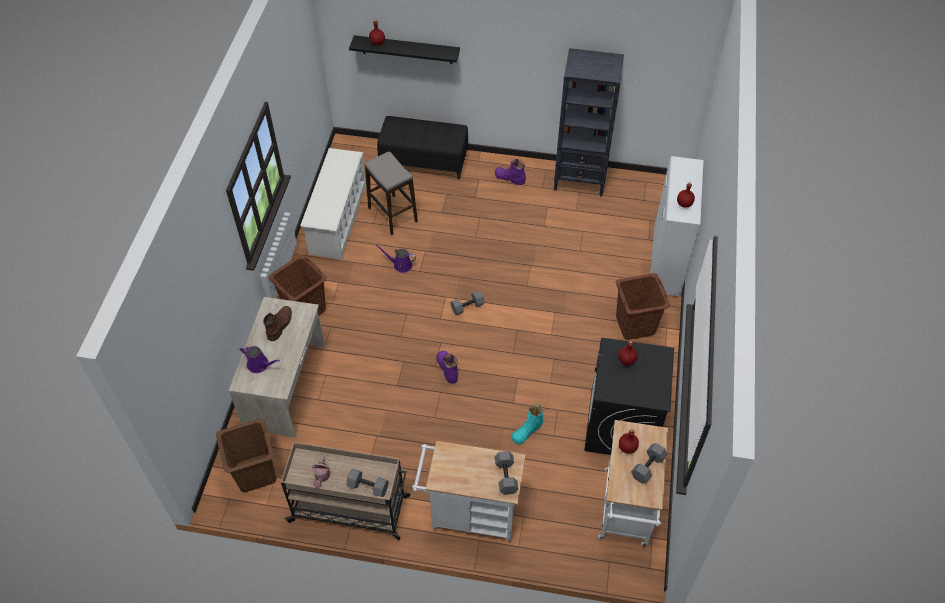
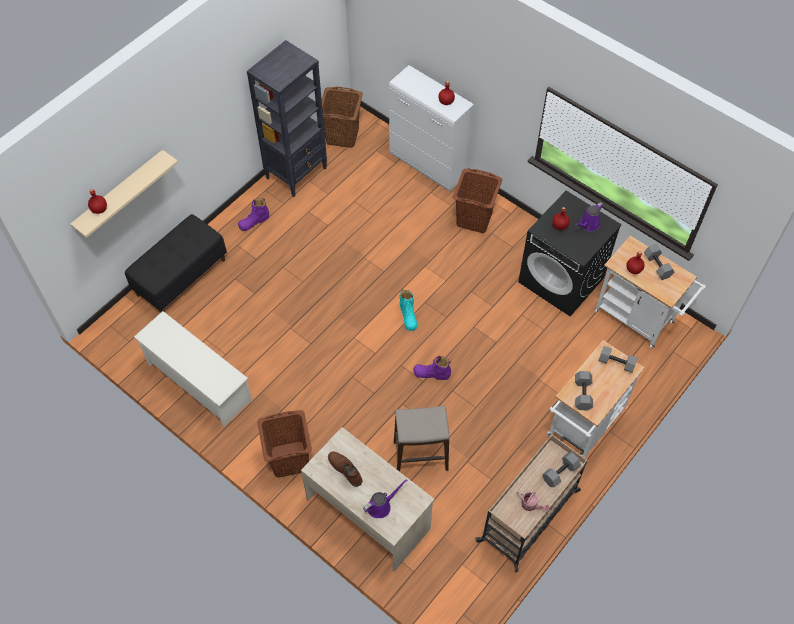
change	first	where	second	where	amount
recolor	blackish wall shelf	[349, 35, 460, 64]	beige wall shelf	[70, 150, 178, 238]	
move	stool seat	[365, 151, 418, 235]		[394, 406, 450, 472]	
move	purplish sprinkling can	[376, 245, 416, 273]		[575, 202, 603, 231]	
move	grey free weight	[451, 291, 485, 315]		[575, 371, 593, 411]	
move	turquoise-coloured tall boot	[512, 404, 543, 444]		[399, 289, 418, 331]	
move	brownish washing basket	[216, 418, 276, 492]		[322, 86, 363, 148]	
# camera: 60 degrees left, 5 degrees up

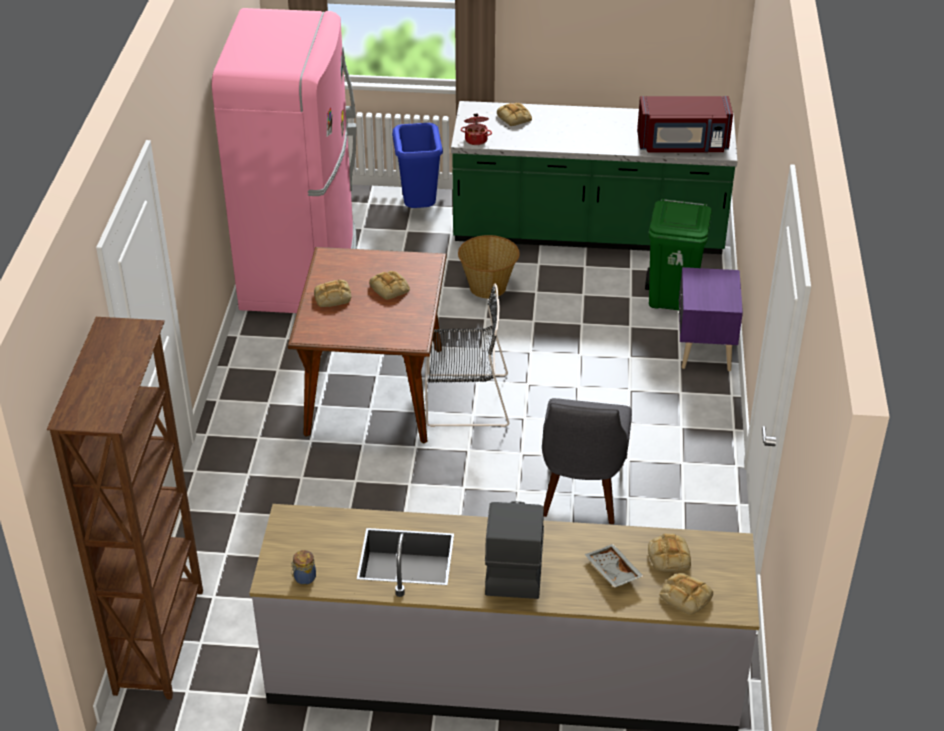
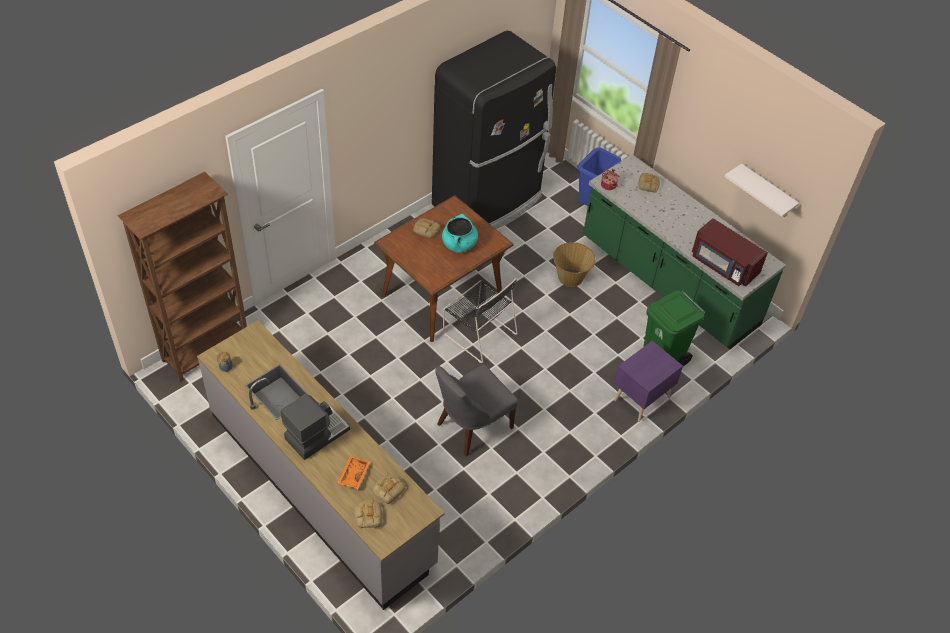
change	first	where	second	where	amount
recolor	pinkish kitchen fridge	[212, 8, 357, 313]	blackish kitchen fridge	[432, 31, 556, 229]	
replace	bakery bread	[369, 271, 410, 300]	turquoise-coloured stockpot	[442, 214, 478, 253]	
recolor	grey carrying tray	[584, 544, 643, 588]	orange-coloured carrying tray	[338, 456, 370, 489]	
insert			white wall shelf	[724, 164, 799, 217]	
# camera: 40 degrees right, 10 degrees up

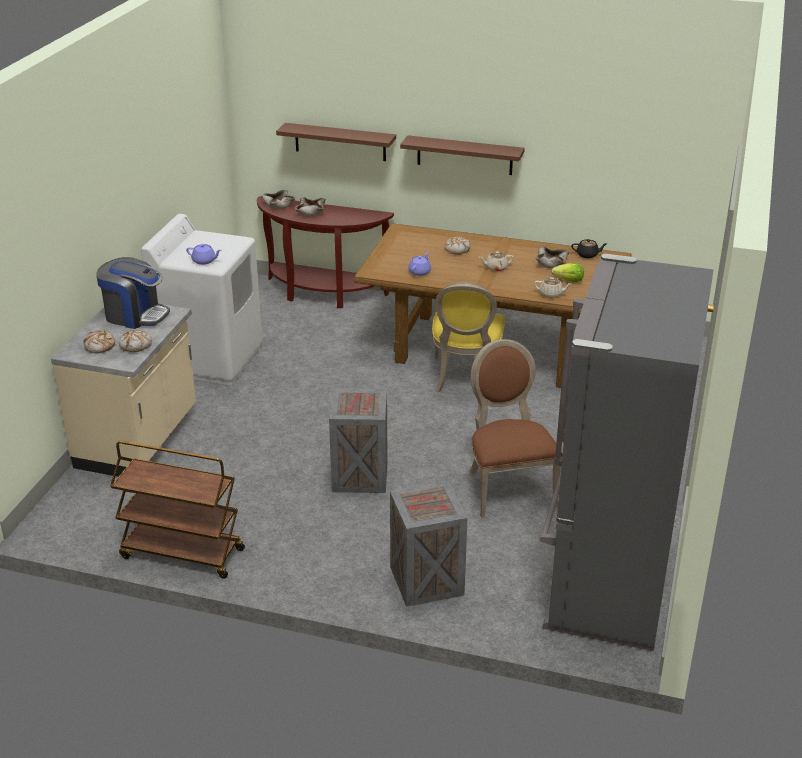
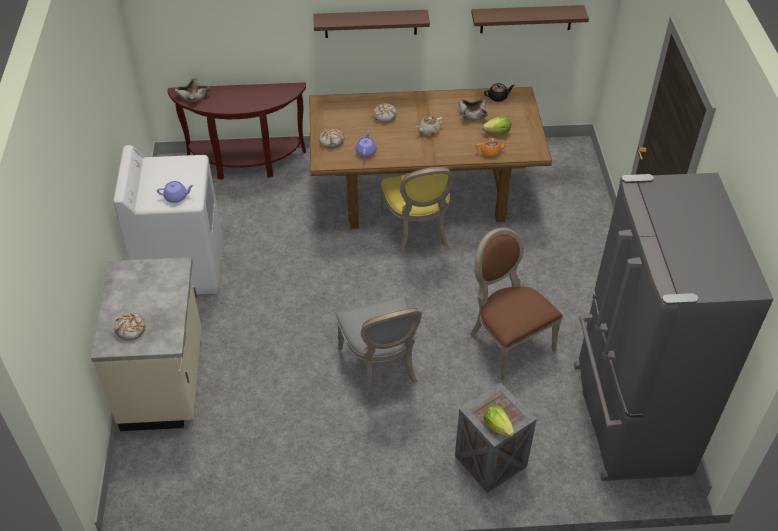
change	first	where	second	where	amount
move	brownish wall shelf	[276, 123, 396, 161]		[471, 5, 589, 33]	
delete	beige serving bowl	[295, 197, 326, 217]			
delete	coffee machine	[96, 257, 170, 329]			
recolor	beige pot for tea	[534, 277, 572, 298]	orange-coloured pot for tea	[476, 137, 509, 157]	
move	bakery bread	[119, 330, 152, 352]		[319, 128, 345, 148]	
replace	crate	[329, 389, 388, 493]	grey chair	[336, 297, 422, 396]	
delete	brownish cart	[110, 441, 245, 579]			
insert			lettuce head	[484, 405, 514, 437]	
# camera: 20 degrees left, 15 degrees up

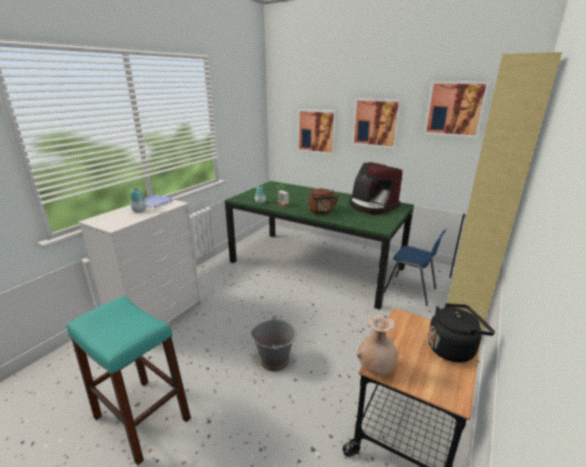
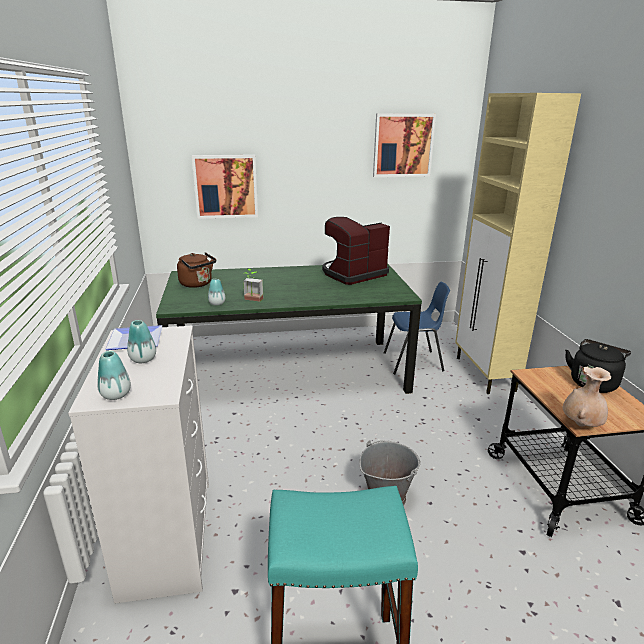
change	first	where	second	where	amount
delete	wall picture	[352, 98, 402, 149]			
rotate	coffee machine	[349, 162, 403, 214]		[322, 217, 390, 285]	135 degrees clockwise
move	brownish kettle	[309, 188, 339, 214]		[177, 252, 216, 288]	
insert			vase	[97, 351, 131, 400]	
# camera: 40 degrees left, 0 degrees up

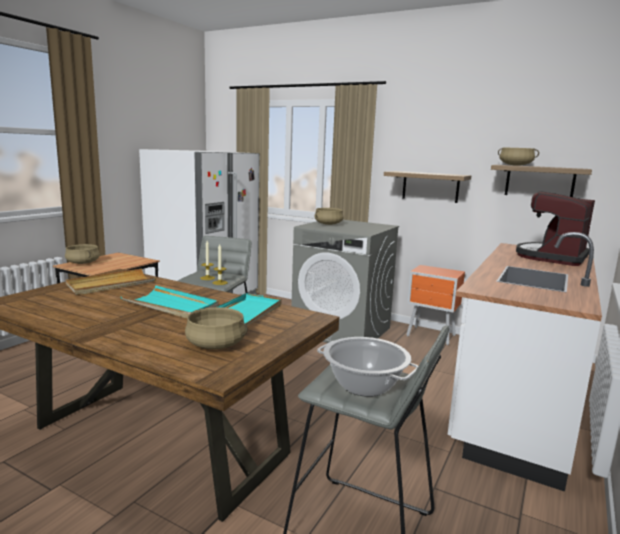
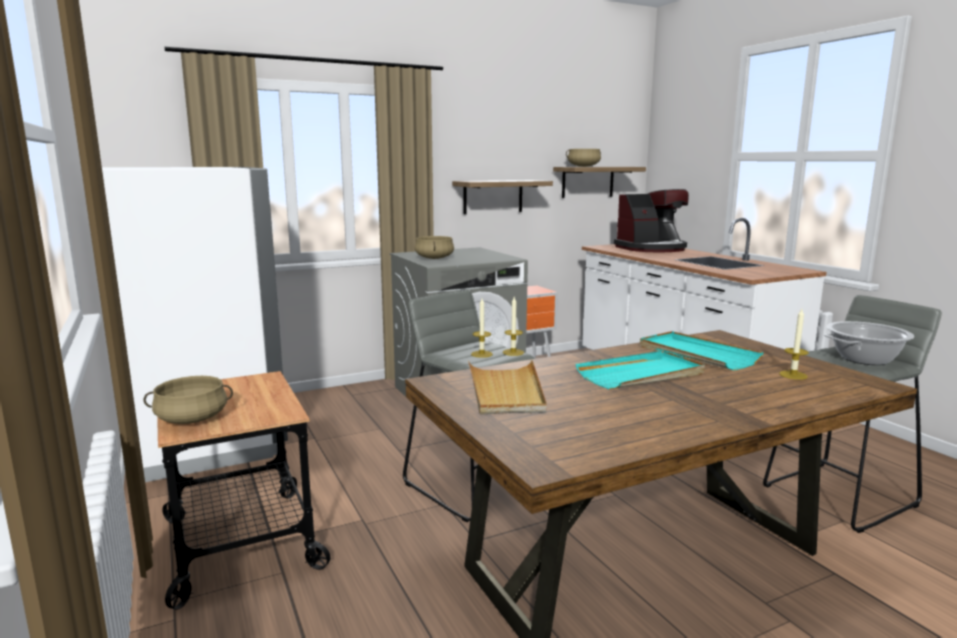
change	first	where	second	where	amount
rotate	coffee machine	[516, 191, 595, 266]		[614, 189, 689, 252]	90 degrees counterclockwise
replace	beige stockpot	[185, 307, 248, 349]	wax candle	[779, 309, 809, 380]	
# camera: 55 degrees left, 0 degrees up

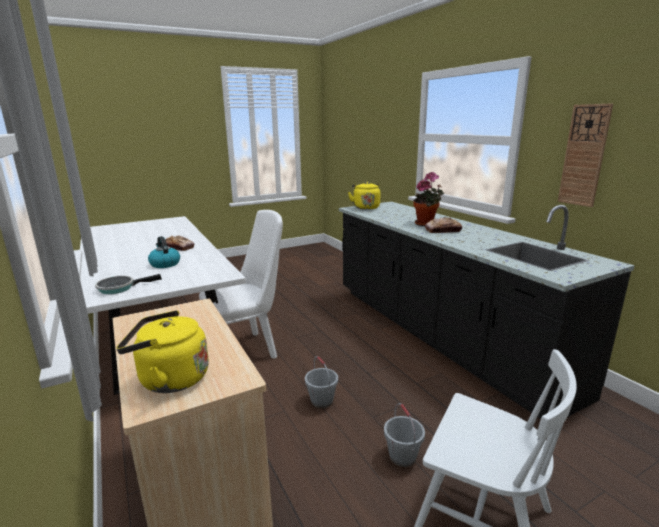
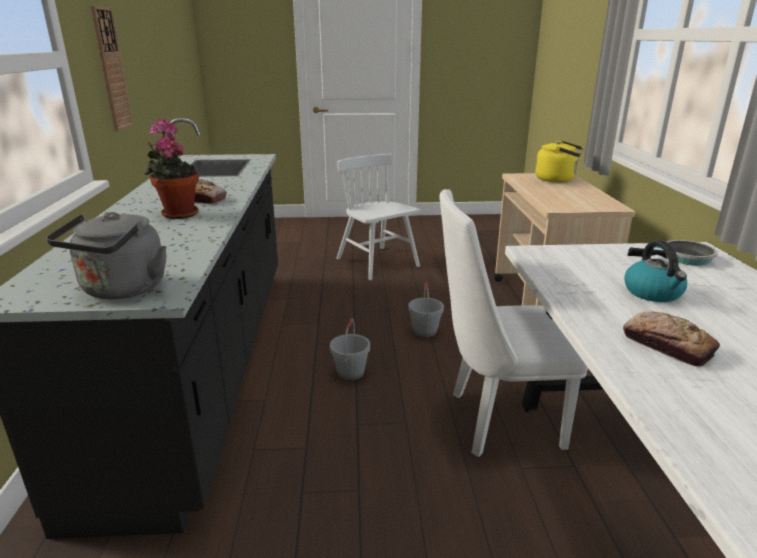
change	first	where	second	where	amount
recolor	yellow-coloured kettle	[348, 182, 380, 210]	grey kettle	[46, 212, 167, 299]	
move	grey bucket	[384, 403, 425, 467]		[330, 318, 370, 381]	
# camera: 155 degrees left, 5 degrees up

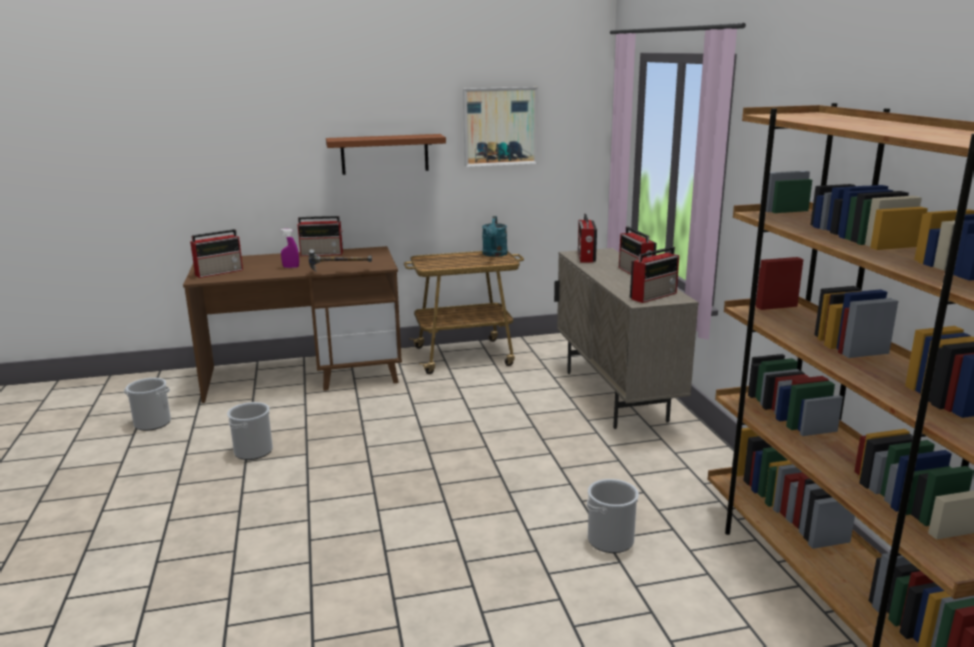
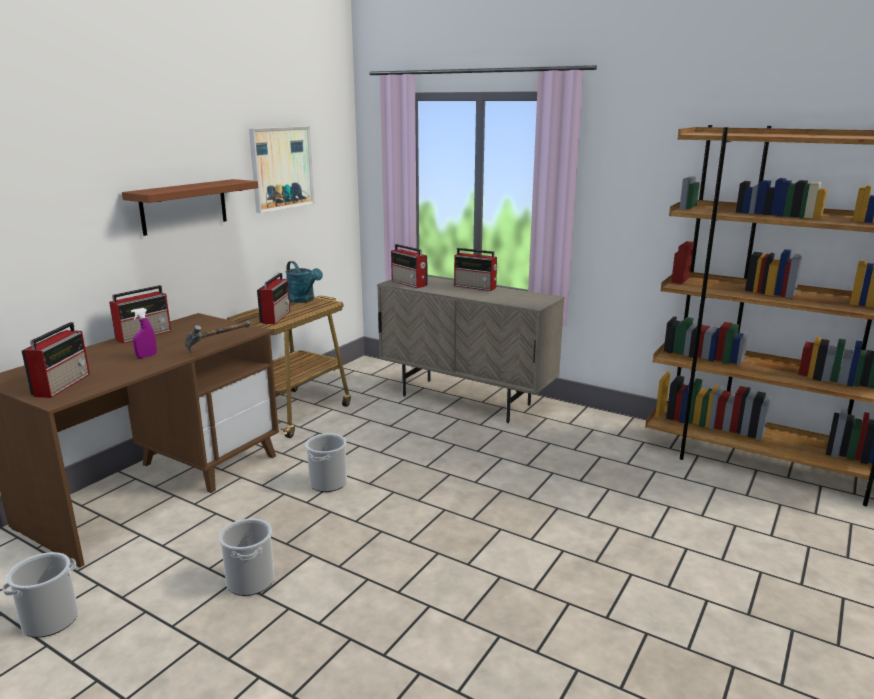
change	first	where	second	where	amount
move	radio set	[630, 247, 679, 303]		[257, 273, 290, 324]	
move	bucket	[587, 479, 639, 553]		[305, 434, 347, 492]	
# camera: 45 degrees left, 0 degrees up

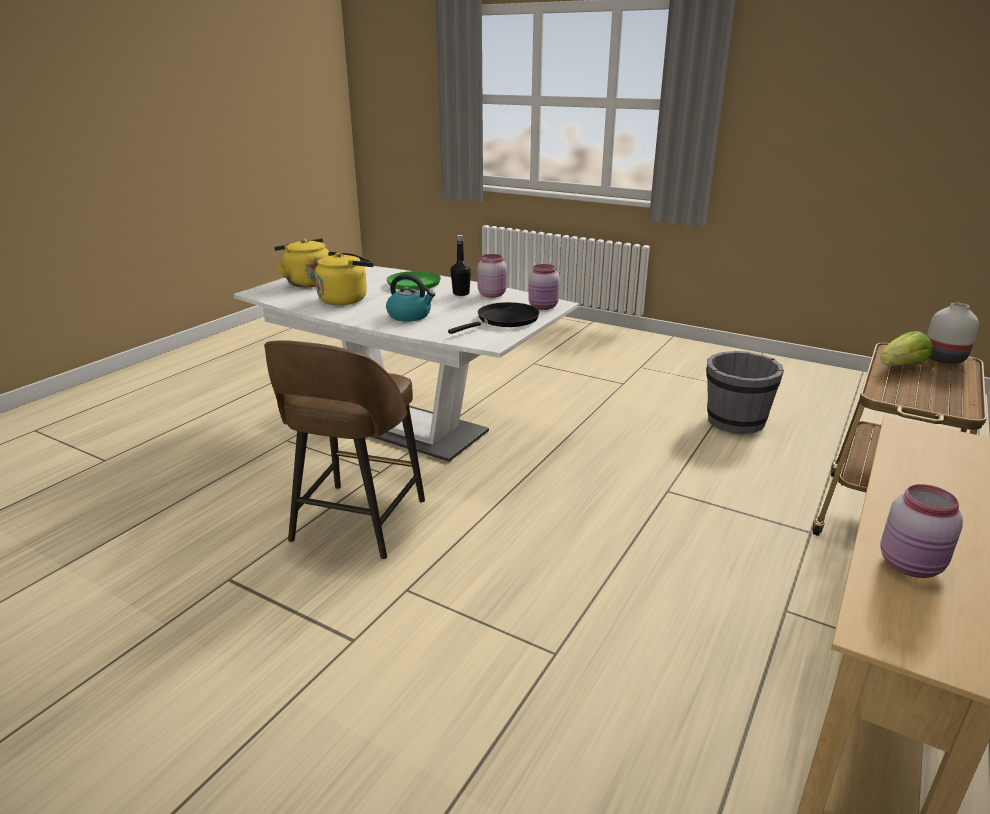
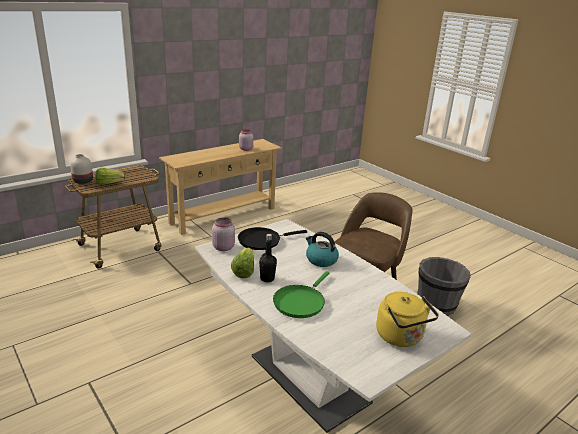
change	first	where	second	where	amount
delete	yellow-coloured kettle	[315, 252, 374, 305]			
replace	pinkish jar	[477, 254, 507, 298]	lettuce head	[231, 247, 254, 278]	
move	grey bucket	[706, 351, 784, 434]		[417, 257, 471, 316]	
# camera: 160 degrees left, 0 degrees up

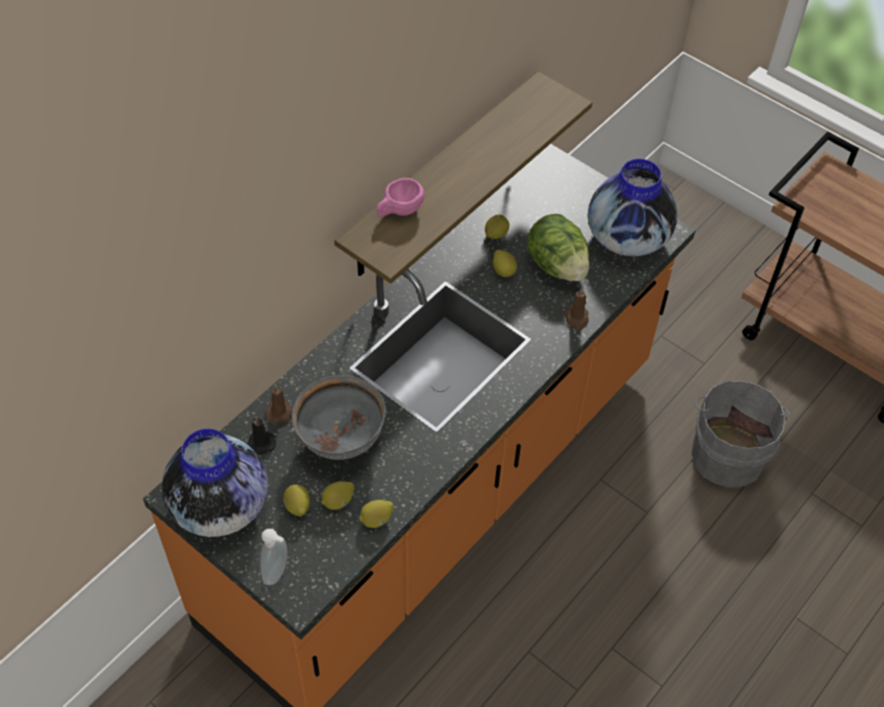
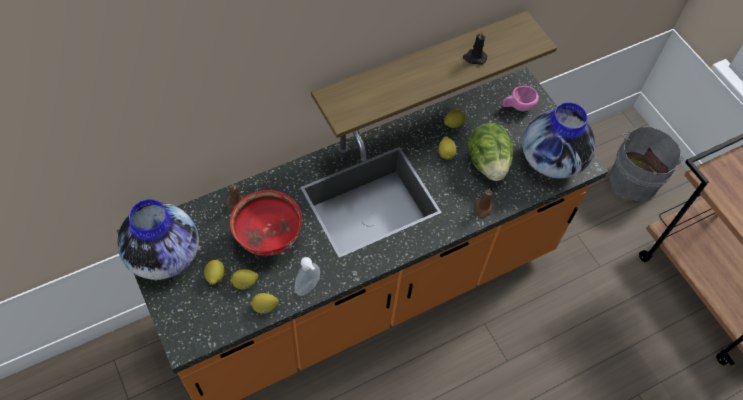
change	first	where	second	where	amount
move	pinkish cup	[377, 178, 424, 217]		[502, 86, 539, 111]	
recolor	grey serving bowl	[292, 375, 386, 460]	red serving bowl	[230, 190, 302, 256]	
move	grey bucket	[692, 381, 790, 487]		[609, 127, 684, 201]	
move	blackish wax candle	[247, 416, 276, 455]		[463, 31, 487, 65]	
move	soap dispenser	[260, 529, 287, 585]		[295, 257, 320, 296]	
# camera: 20 degrees right, 5 degrees up

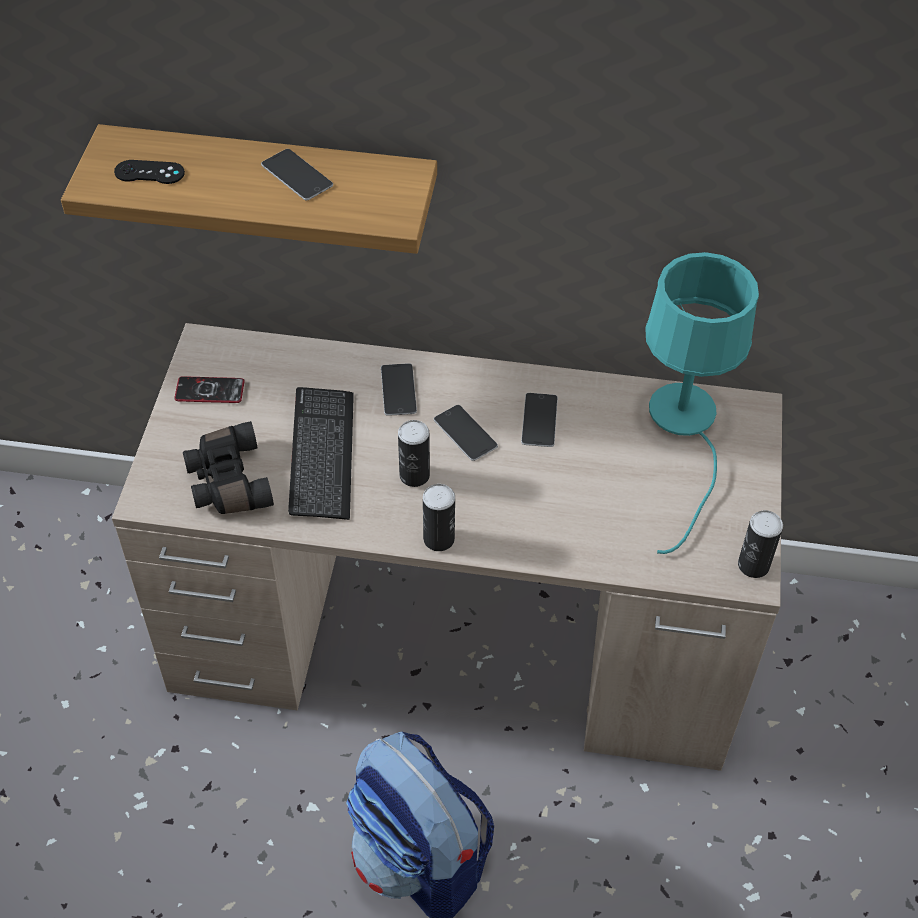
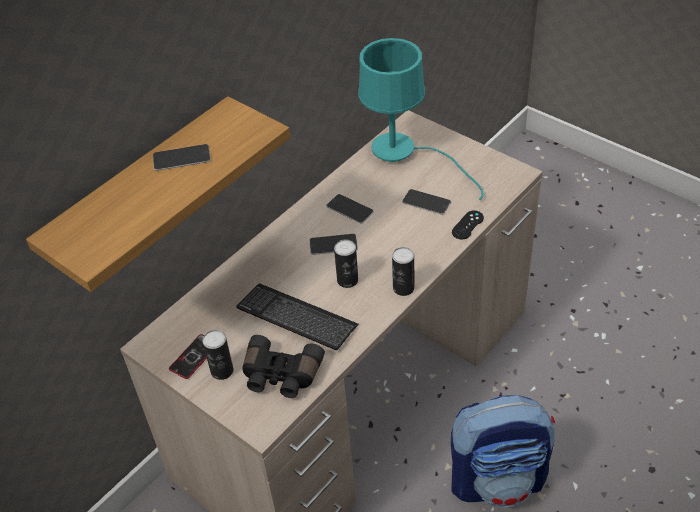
change	first	where	second	where	amount
move	blackish game controller	[114, 160, 185, 184]		[452, 210, 484, 239]	
move	telephone	[381, 363, 417, 416]		[402, 189, 451, 215]	
move	sealed can	[738, 510, 783, 578]		[202, 330, 234, 380]	
# camera: 55 degrees left, 5 degrees down

